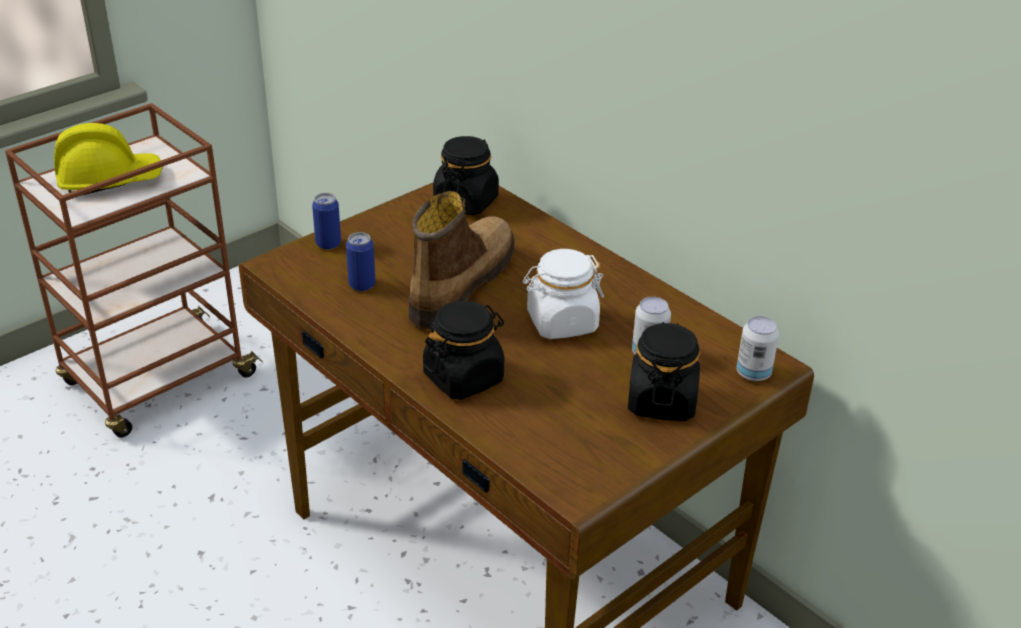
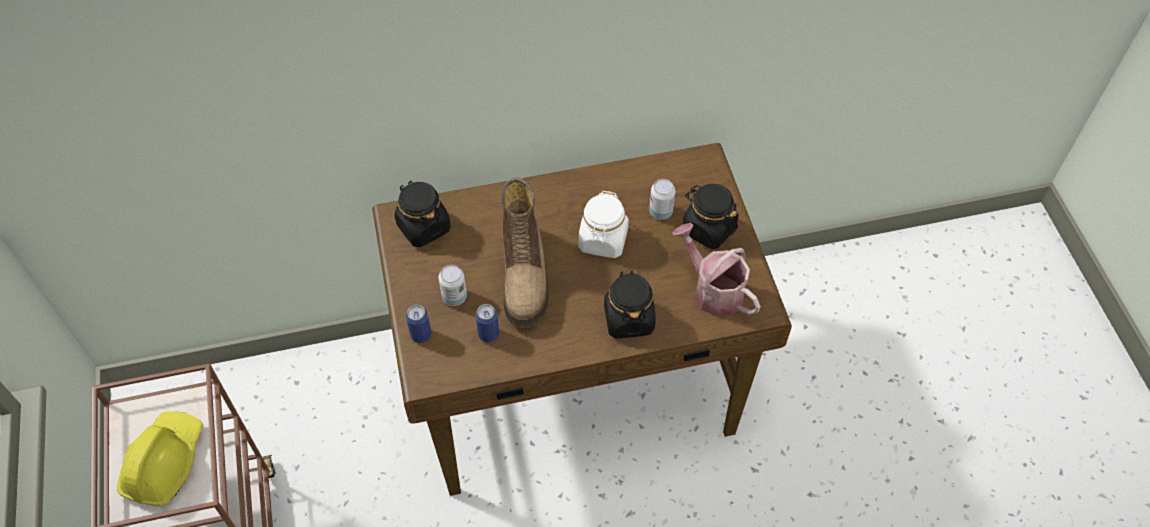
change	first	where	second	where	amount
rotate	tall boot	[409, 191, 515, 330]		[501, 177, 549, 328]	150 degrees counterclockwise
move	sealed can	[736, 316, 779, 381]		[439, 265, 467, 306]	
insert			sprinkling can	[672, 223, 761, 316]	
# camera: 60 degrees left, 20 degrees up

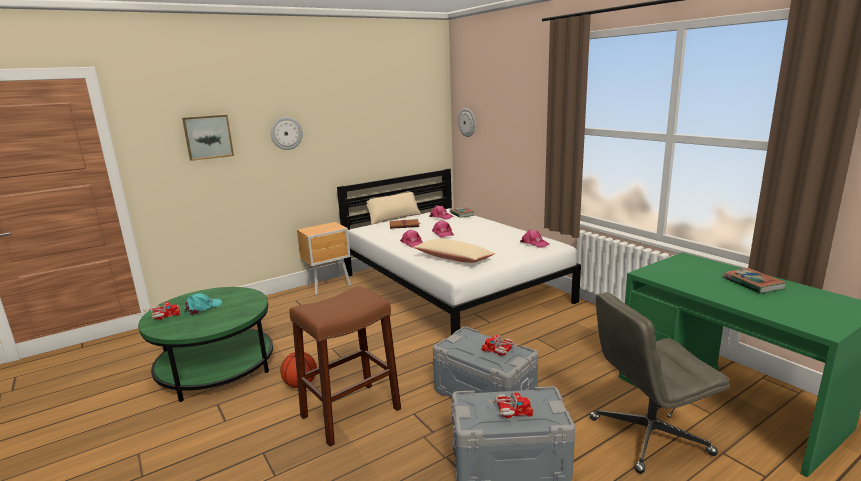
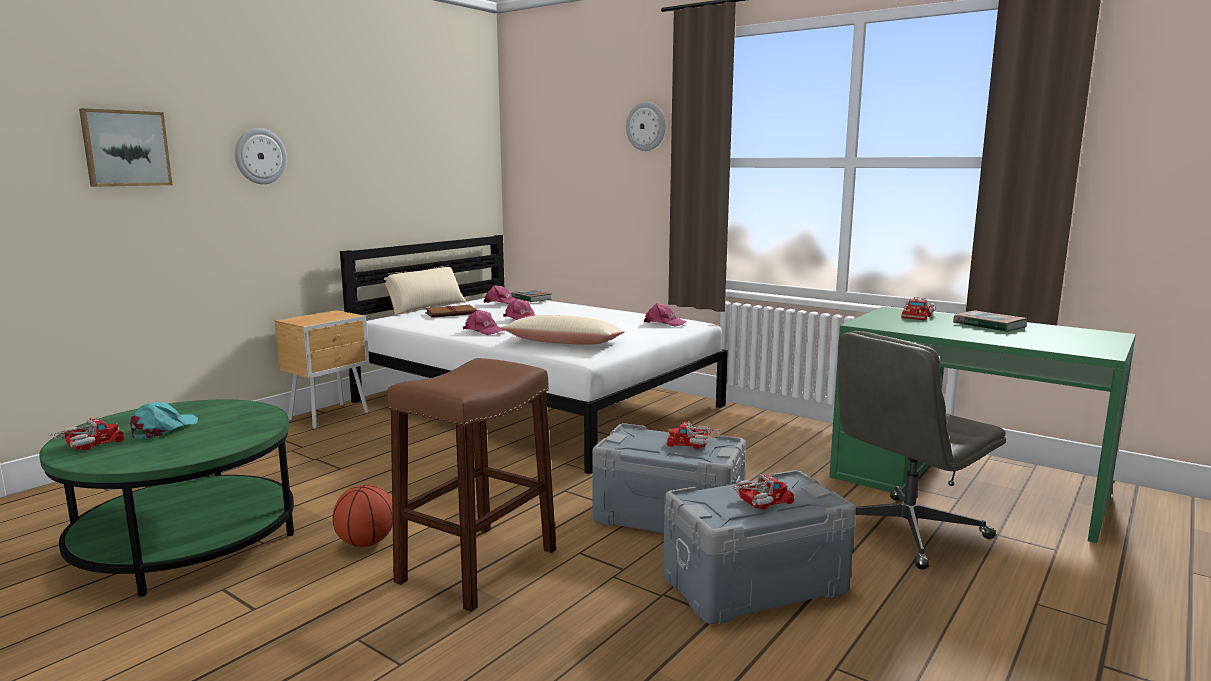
change	first	where	second	where	amount
move	wall clock	[458, 108, 476, 137]		[626, 102, 666, 151]	
insert			toy lorry	[901, 297, 936, 321]	
# camera: 20 degrees left, 5 degrees down

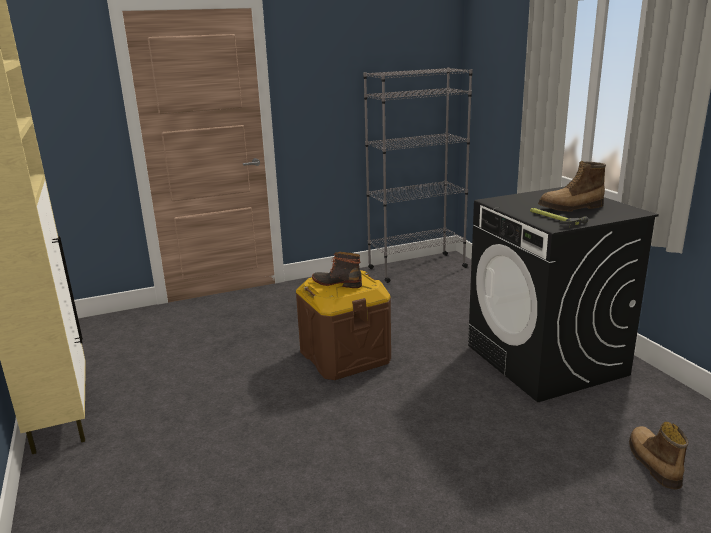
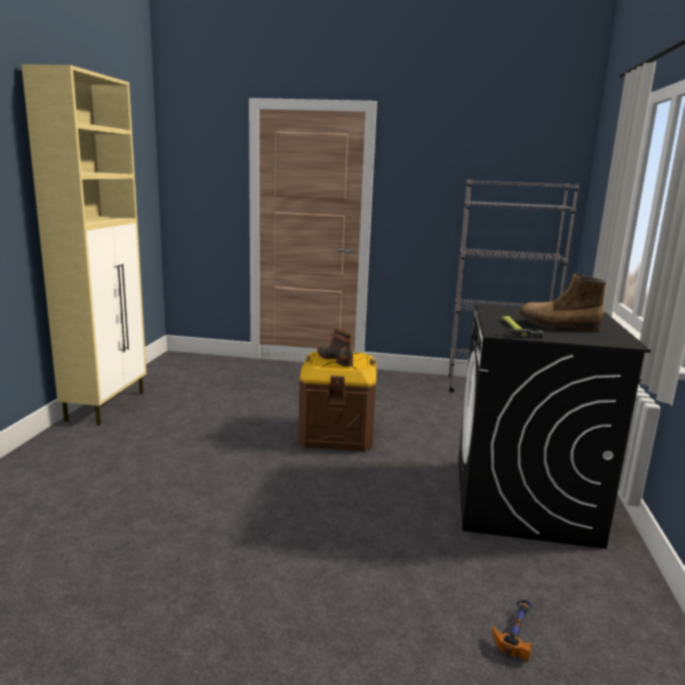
change	first	where	second	where	amount
replace	tall boot	[629, 422, 689, 490]	hammer	[492, 600, 533, 662]	
# camera: 30 degrees right, 5 degrees down

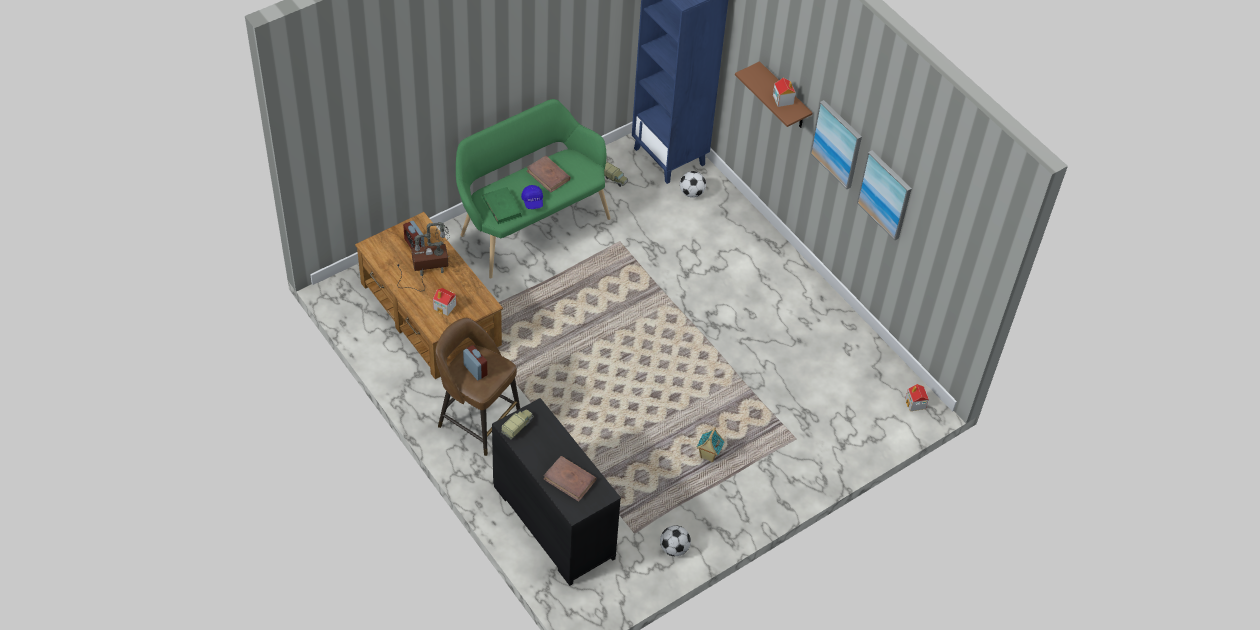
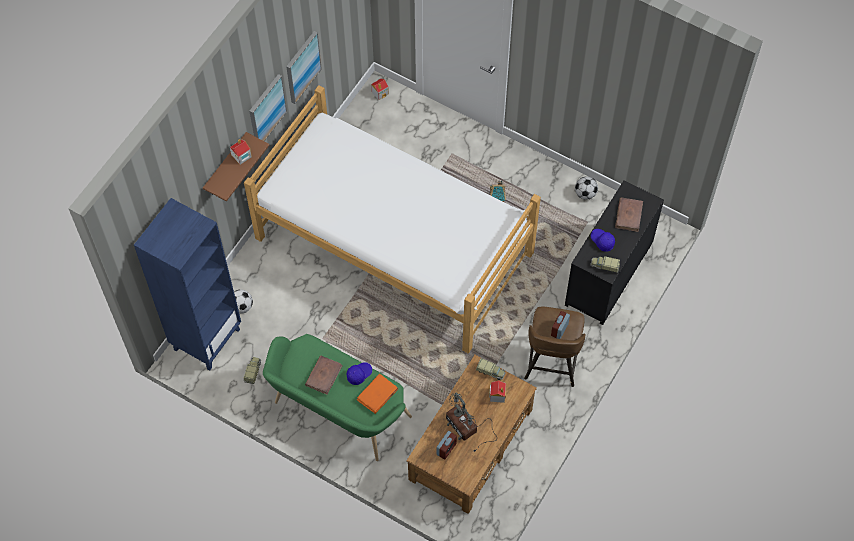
change	first	where	second	where	amount
recolor	green book	[482, 187, 522, 224]	orange-coloured book	[357, 373, 398, 414]	
insert			bed	[244, 85, 541, 354]	
insert			blue cap	[591, 229, 615, 252]	
insert			toy lorry	[476, 358, 506, 380]	
# camera: 110 degrees left, 10 degrees up

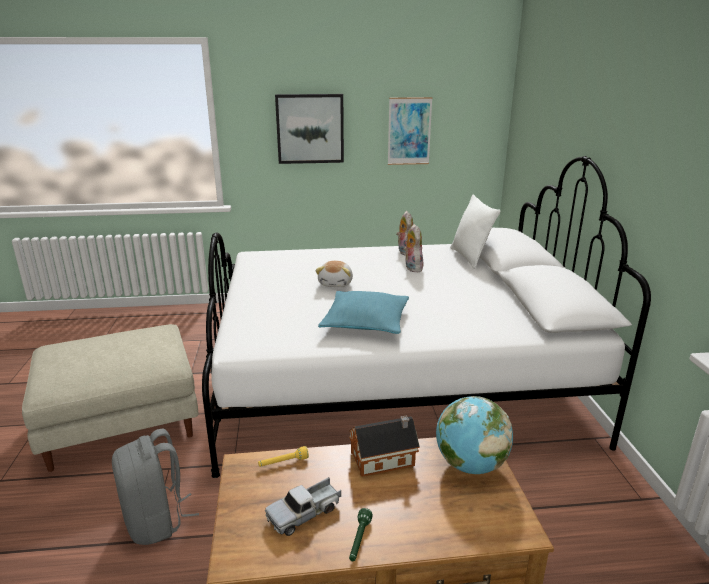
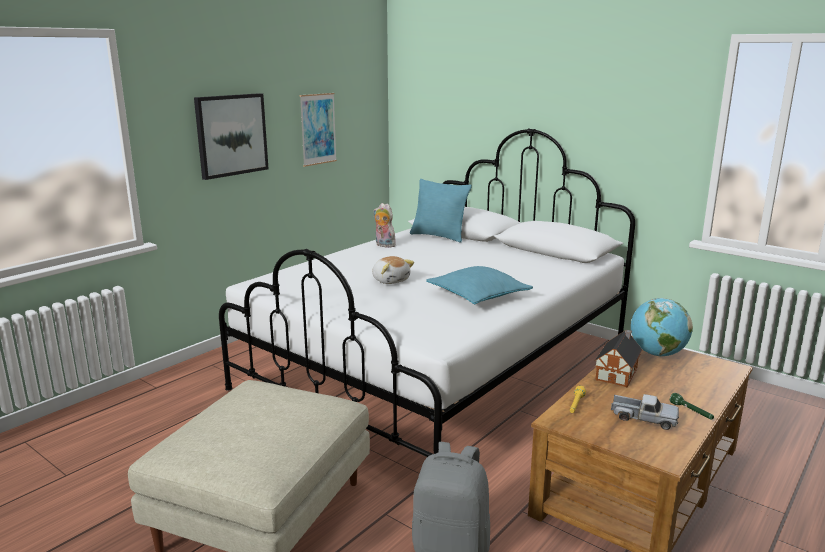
change	first	where	second	where	amount
recolor	white throw pillow	[450, 194, 500, 269]	turquoise-coloured throw pillow	[410, 179, 472, 243]	
delete	cuddly toy	[403, 224, 423, 272]			
rotate	toy lorry	[265, 477, 341, 536]		[611, 394, 679, 430]	75 degrees counterclockwise
# camera: 45 degrees left, 5 degrees down

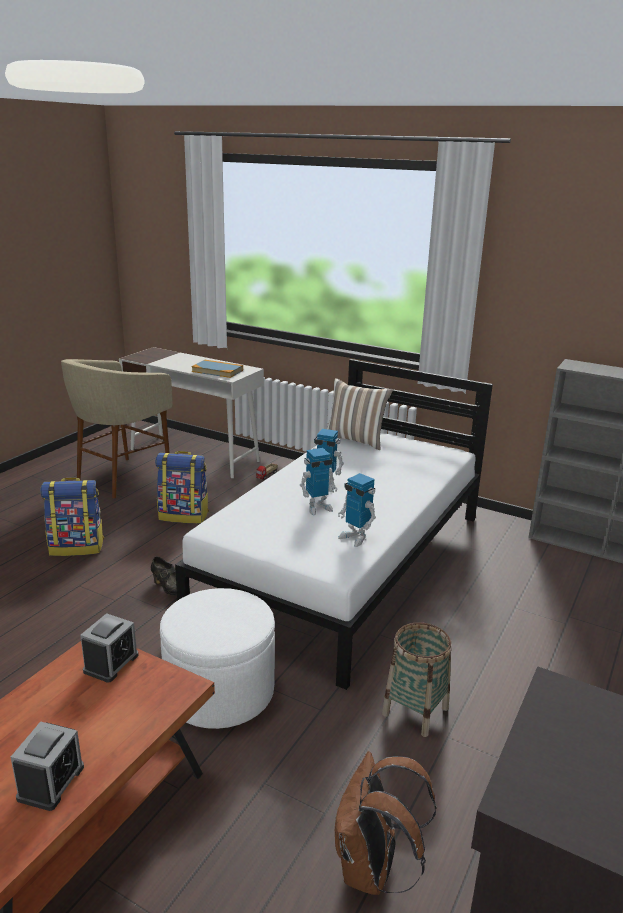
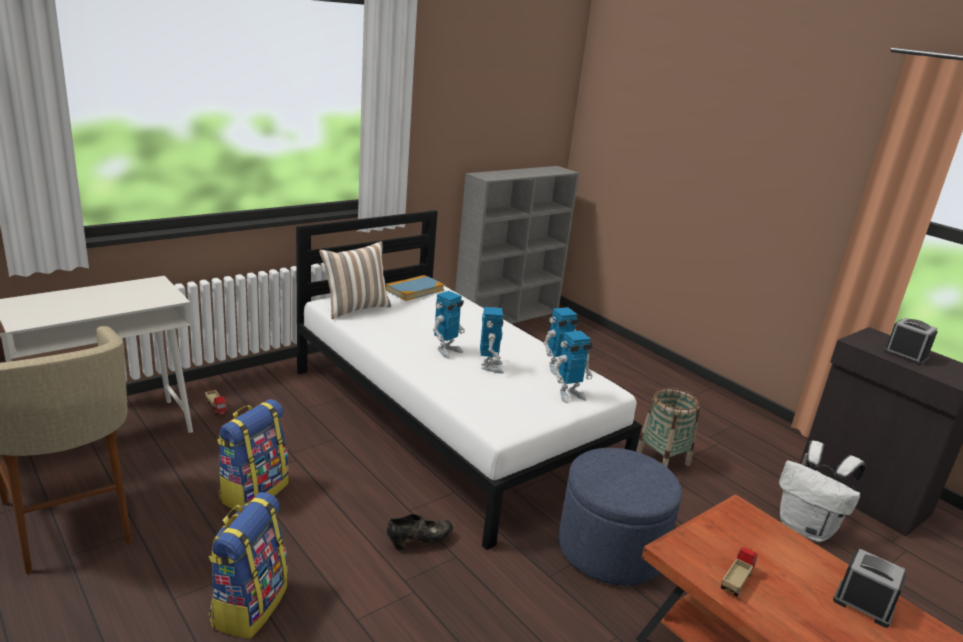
change	first	where	second	where	amount
move	book	[192, 360, 243, 378]		[386, 275, 444, 301]	
recolor	white ottoman	[160, 588, 275, 729]	blue ottoman	[558, 448, 682, 586]	
move	table clock	[80, 613, 139, 683]		[883, 317, 938, 366]	
recolor	brownish backpack	[335, 751, 437, 895]	white backpack	[779, 440, 866, 542]	
insert			model robot	[554, 331, 593, 403]	
insert			toy lorry	[721, 547, 758, 596]	
# camera: 70 degrees left, 0 degrees up

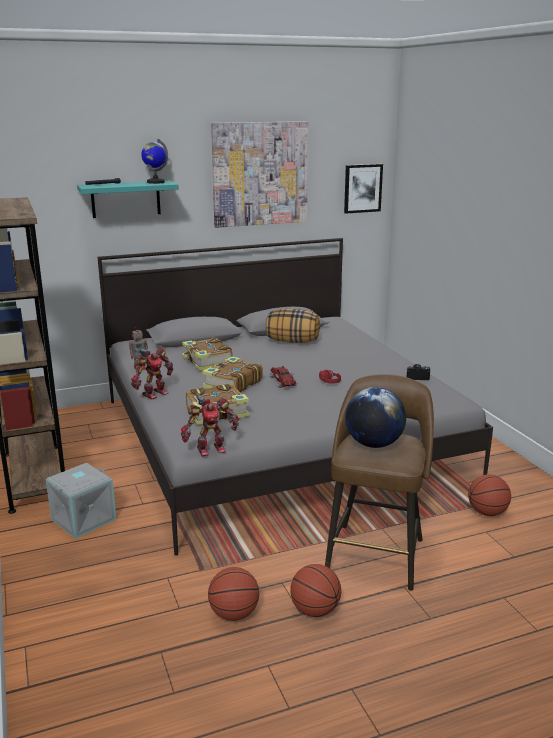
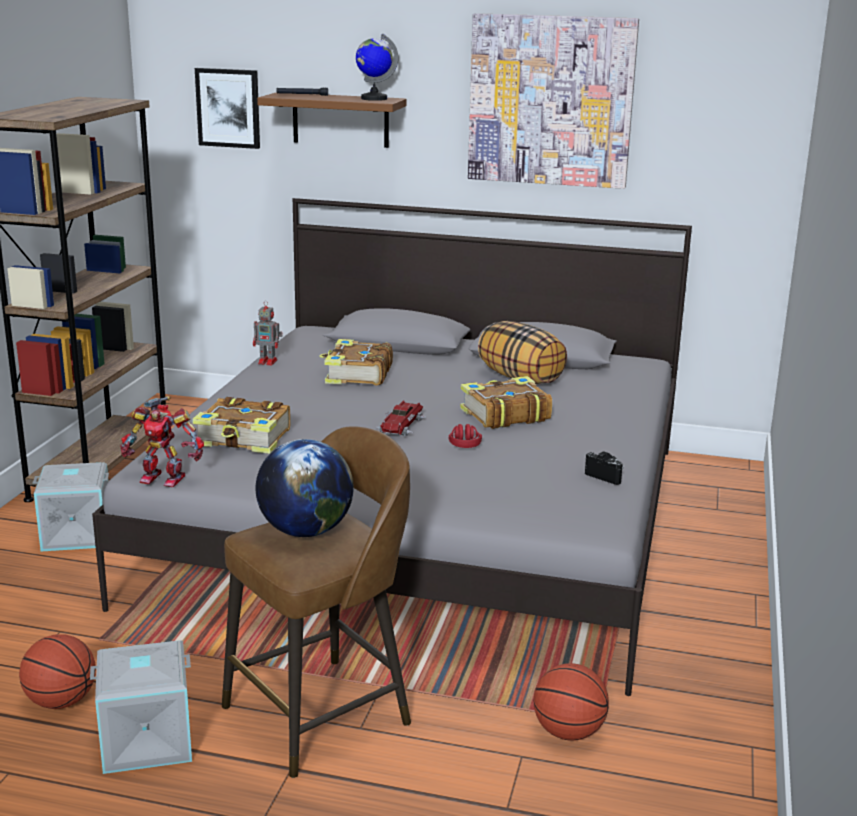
change	first	where	second	where	amount
move	wall picture	[344, 164, 383, 214]		[195, 68, 260, 149]	
recolor	turquoise-coloured wall shelf	[77, 181, 179, 218]	brownish wall shelf	[257, 92, 407, 148]	
delete	model robot	[131, 348, 173, 399]			
move	book	[202, 356, 263, 392]		[460, 376, 552, 429]	
replace	basketball	[290, 564, 341, 617]	grey storage box	[90, 640, 192, 774]	
# camera: 35 degrees right, 0 degrees up

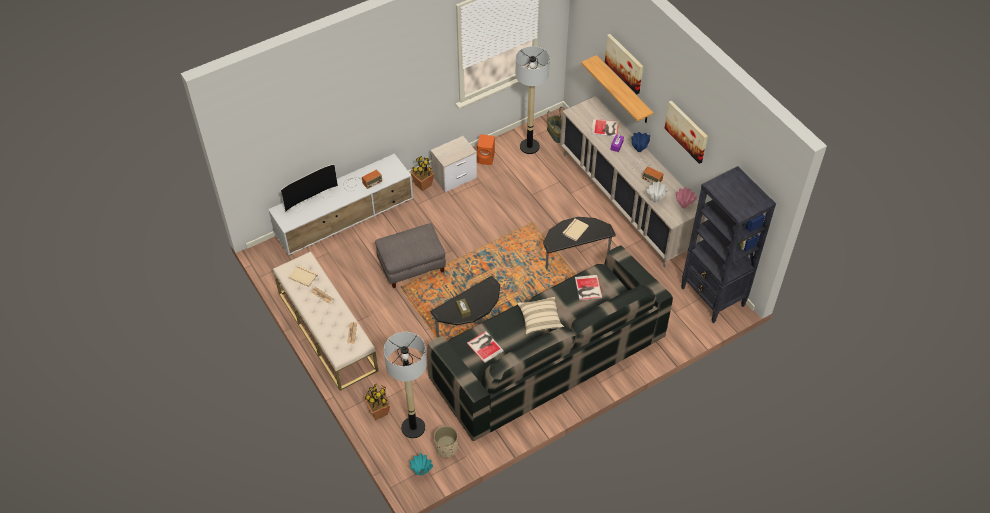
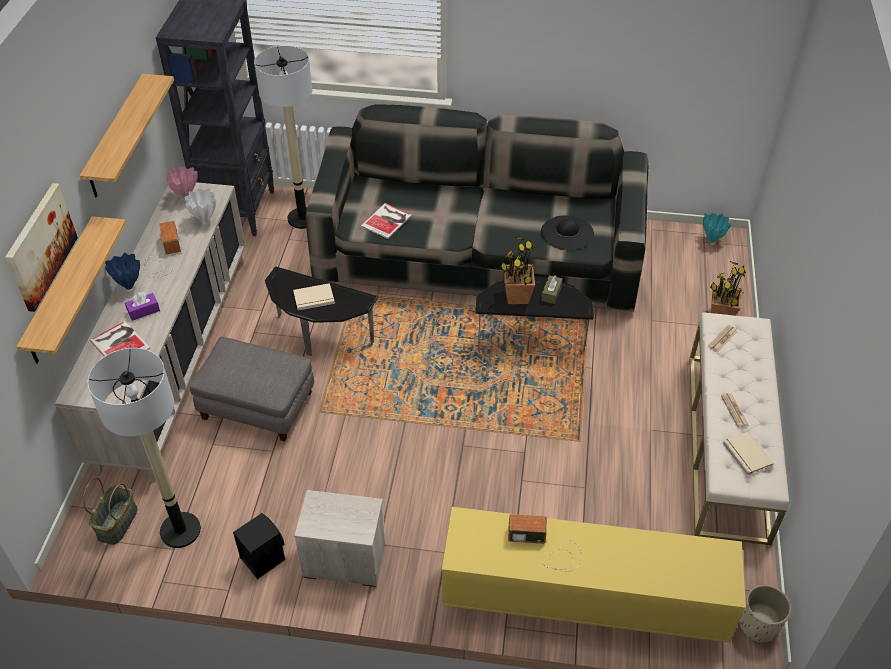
change	first	where	second	where	amount
replace	wall picture	[664, 101, 708, 164]	wall shelf	[80, 74, 174, 198]	
recolor	orange-coloured loudspeaker	[477, 134, 495, 165]	blackish loudspeaker	[233, 513, 285, 579]	
recolor	white tv unit	[268, 153, 413, 255]	yellow-coloured tv unit	[442, 507, 746, 643]	
move	plant in a pot	[411, 156, 434, 191]		[500, 237, 536, 304]	
delete	television	[280, 164, 338, 213]			
move	grey ottoman	[375, 223, 446, 288]		[189, 336, 314, 441]	
delete	beige throw pillow	[517, 297, 564, 335]			
replace	book	[467, 331, 504, 363]	blackish hat	[541, 215, 594, 250]	
move	floor lamp	[384, 332, 427, 438]		[254, 46, 312, 229]	
move	beige flower pot	[434, 425, 458, 458]		[739, 585, 791, 643]	
# camera: 140 degrees left, 5 degrees down

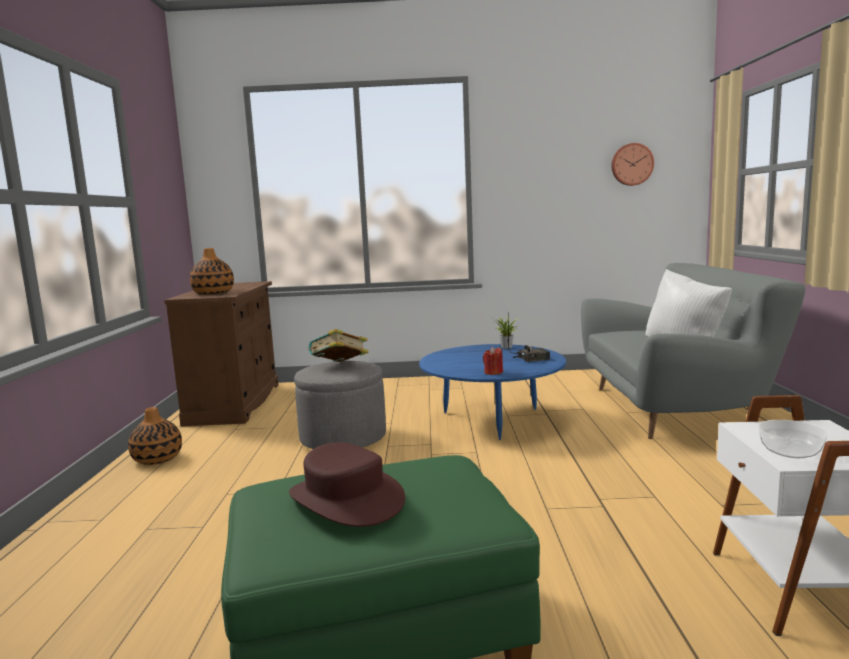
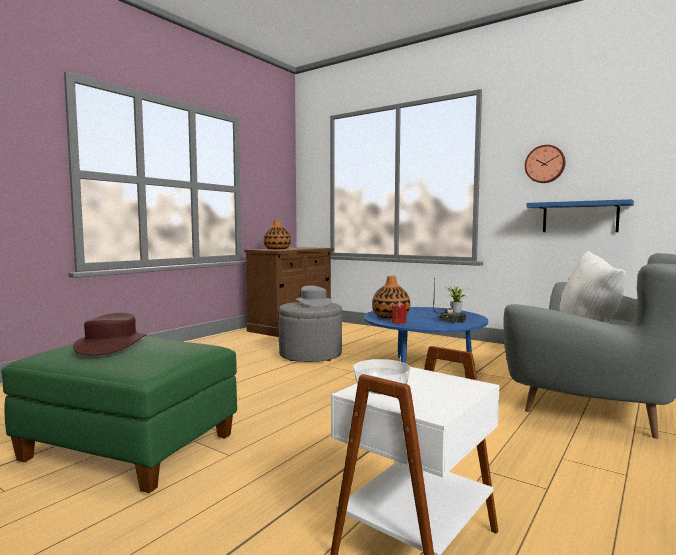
change	first	where	second	where	amount
move	wall clock	[611, 143, 654, 186]		[525, 145, 566, 183]	
replace	book	[309, 329, 369, 362]	grey hat	[295, 286, 332, 307]	
move	vase	[128, 407, 182, 465]		[372, 276, 410, 318]	
insert			blue wall shelf	[526, 199, 634, 232]	
# camera: 35 degrees right, 5 degrees down

